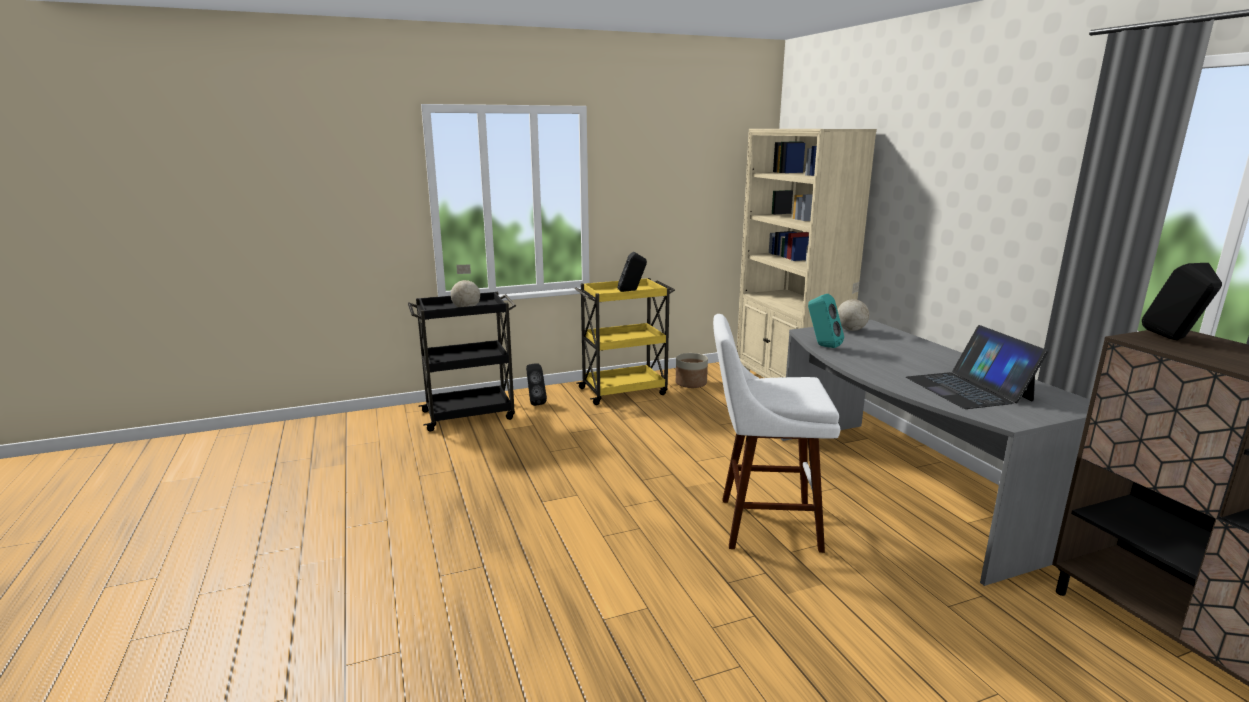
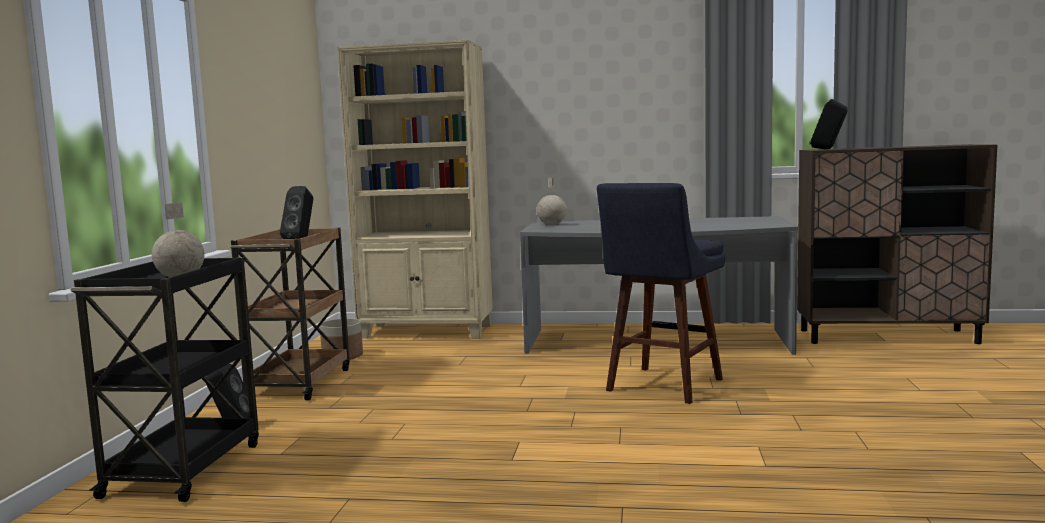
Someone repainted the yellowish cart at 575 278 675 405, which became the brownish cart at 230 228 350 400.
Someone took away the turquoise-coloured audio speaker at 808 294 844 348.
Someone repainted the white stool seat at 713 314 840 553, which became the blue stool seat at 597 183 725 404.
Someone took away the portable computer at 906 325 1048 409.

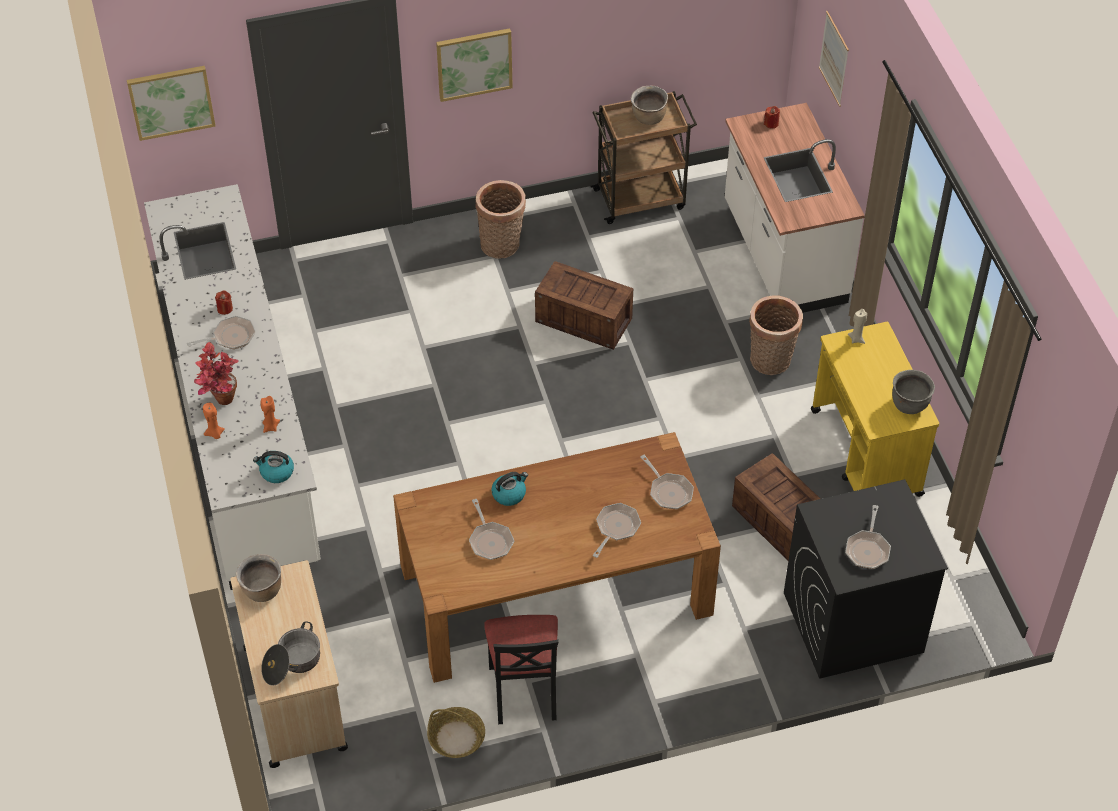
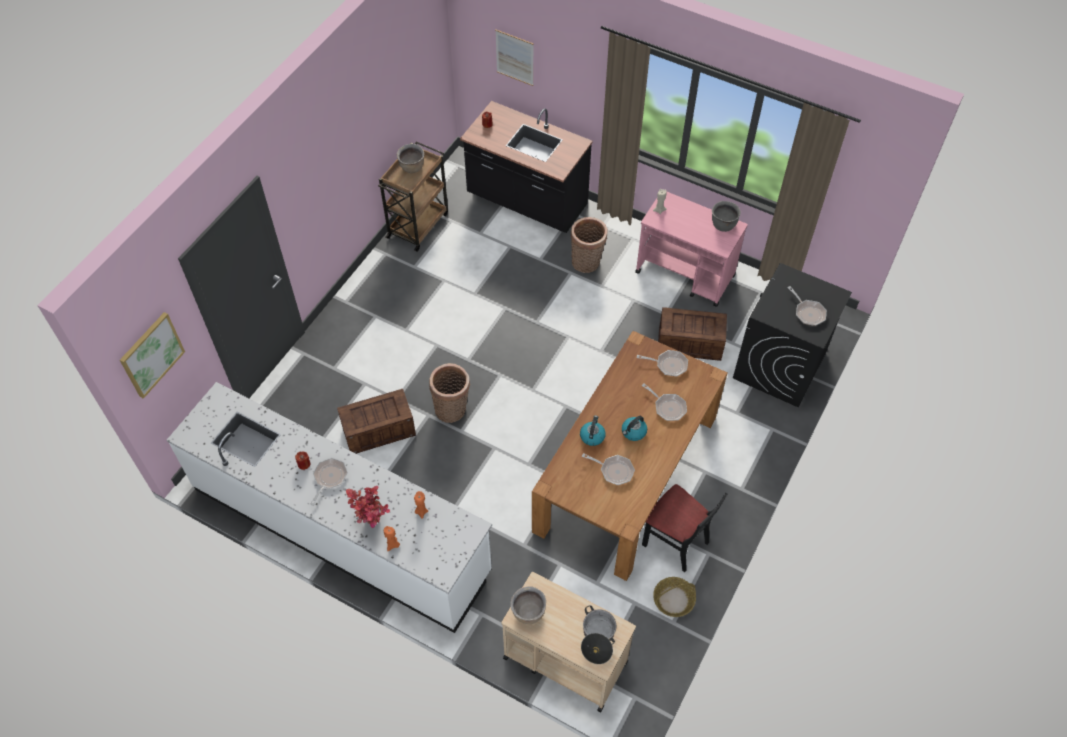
Someone took away the wall art at 436 28 513 102.
Someone repainted the white kitchen base unit at 725 103 865 313, which became the black kitchen base unit at 460 101 593 233.
Someone carried the basket from 475 180 526 259 to 429 363 470 423.
Someone carried the shipping crate from 535 261 633 350 to 337 389 416 454.
Someone repainted the yellowish cart at 811 322 939 497, which became the pink cart at 635 192 748 307.
Someone carried the water kettle from 253 451 294 483 to 622 416 647 441.
Someone rotated the skillet at 592 503 641 558 by 150 degrees clockwise.

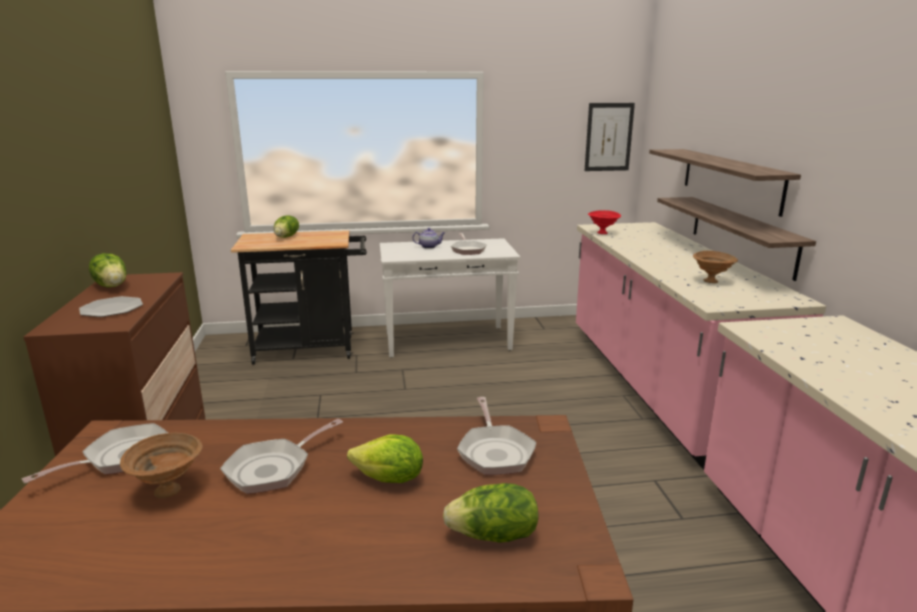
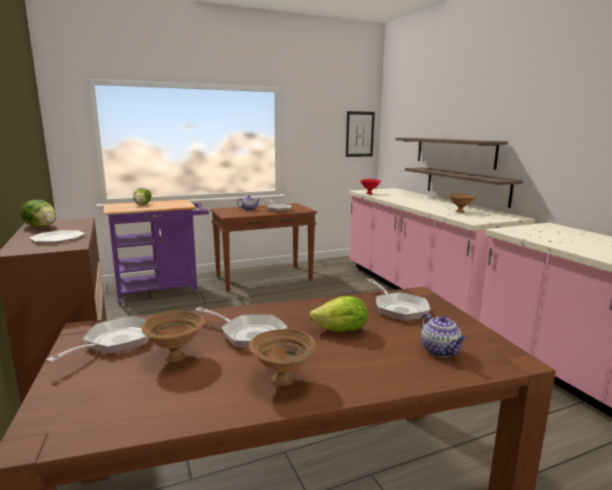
Someone repainted the black cart at 231 230 367 365, which became the purplish cart at 103 200 209 305.
Someone repainted the white narrow table at 380 238 520 358, which became the brownish narrow table at 210 203 317 291.
Someone rotated the skillet at 220 419 343 494 by 90 degrees counterclockwise.
Someone swapped the head of lettuce at 443 483 538 543 for the teapot at 421 313 466 357.
Someone put down the brownish serving bowl at 249 329 316 386.

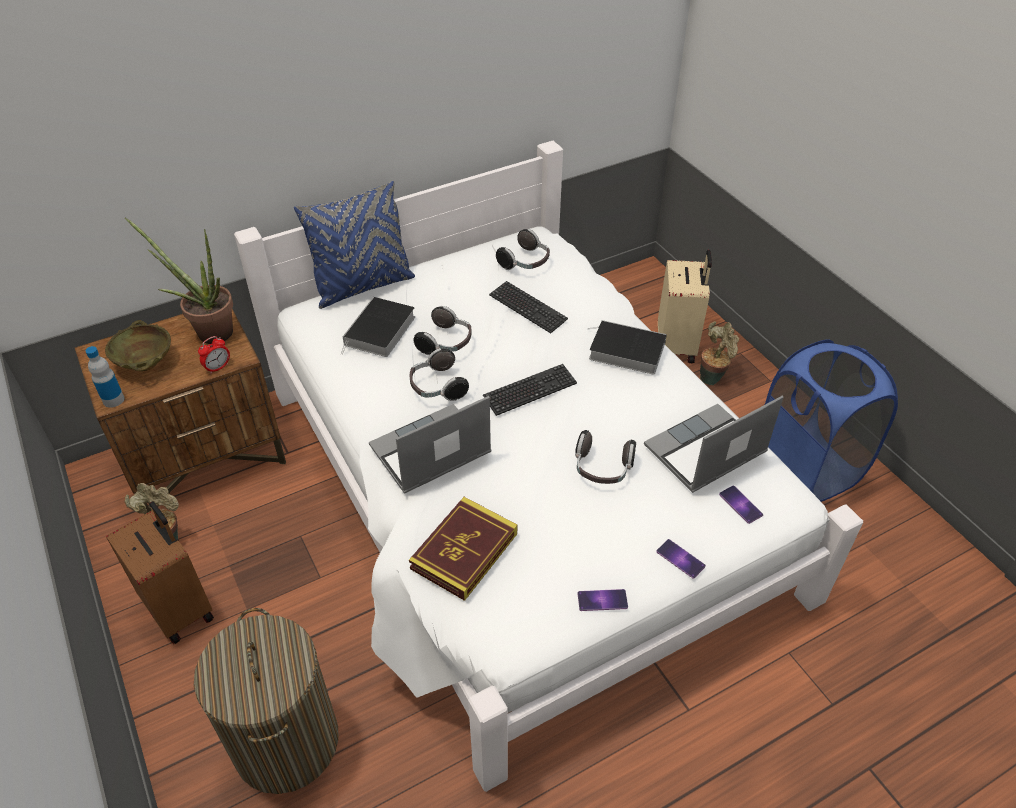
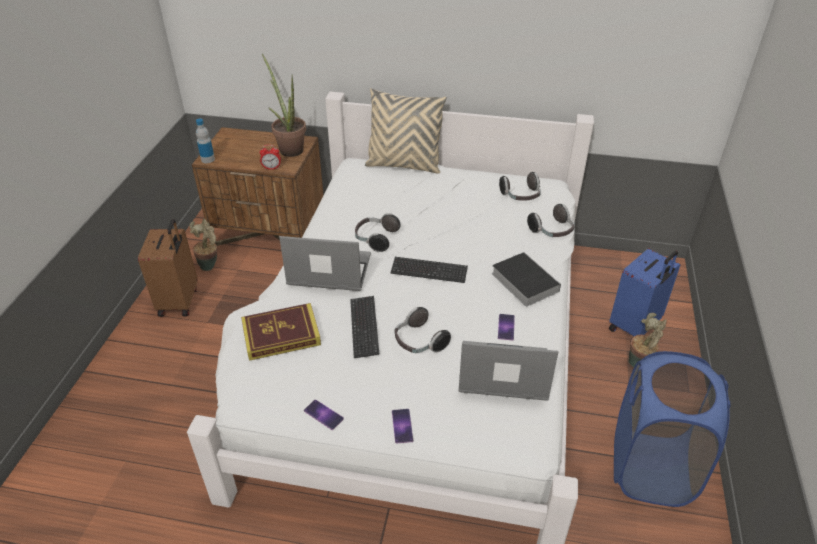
Someone repainted the blue pillow at 294 181 415 309, which became the sand-coloured pillow at 365 88 447 174.
Someone repainted the sand-coloured piece of luggage at 658 250 712 363, which became the blue piece of luggage at 609 248 680 342.
Someone carried the PC keyboard from 489 281 568 333 to 350 296 379 358.
Someone took away the volume at 341 297 415 357.
Someone carried the headset from 414 306 471 355 to 527 204 575 237.
Someone took away the sand-coloured serving bowl at 105 320 171 371.
Someone carried the telephone from 719 485 763 524 to 498 314 515 341.
Someone took away the washing basket at 194 608 339 794.

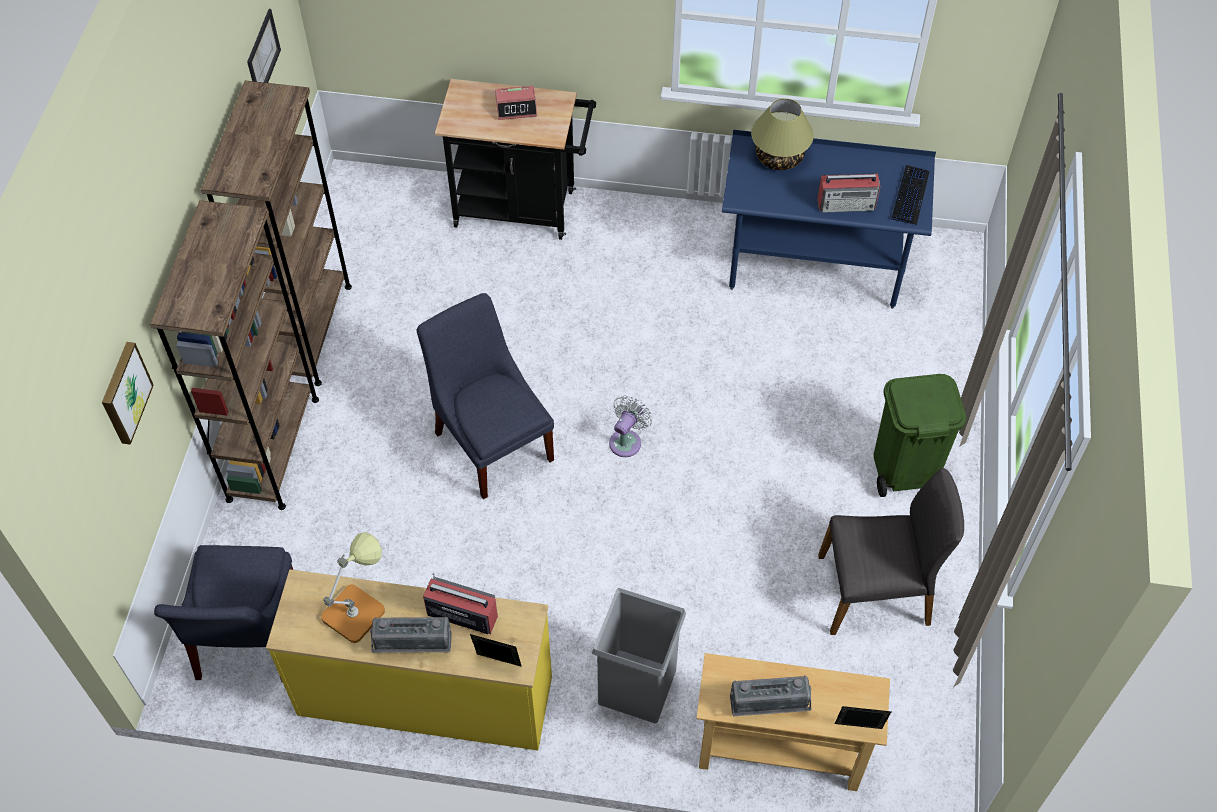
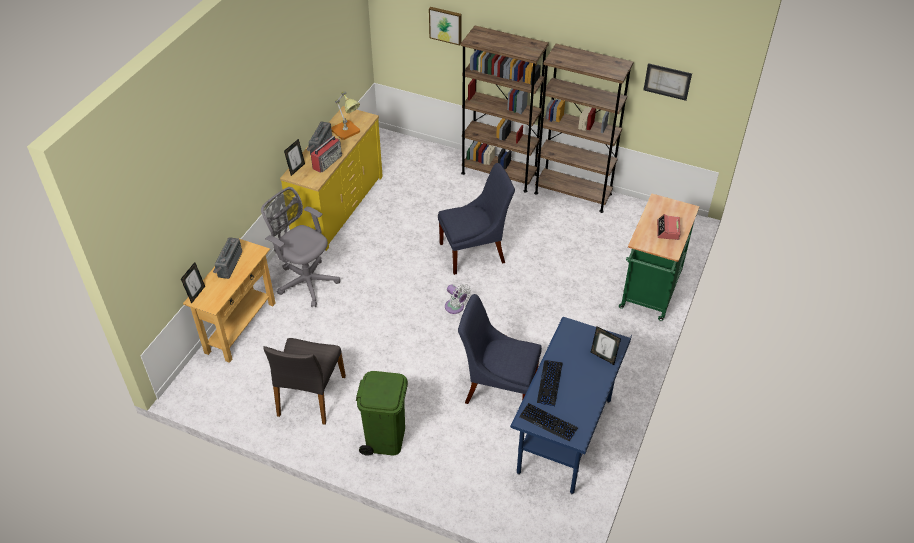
Someone repainted the black cart at 435 79 596 240, which became the green-coloured cart at 619 193 700 321.
Someone swapped the tabletop lamp at 751 98 814 170 for the picture frame at 591 326 621 365.
Someone swapped the radio at 817 173 881 213 for the PC keyboard at 537 360 563 407.
Someone carried the blue chair from 154 545 293 682 to 458 294 542 404.
Someone swapped the gray trash can at 592 588 686 724 for the gray computer chair at 261 187 340 307.

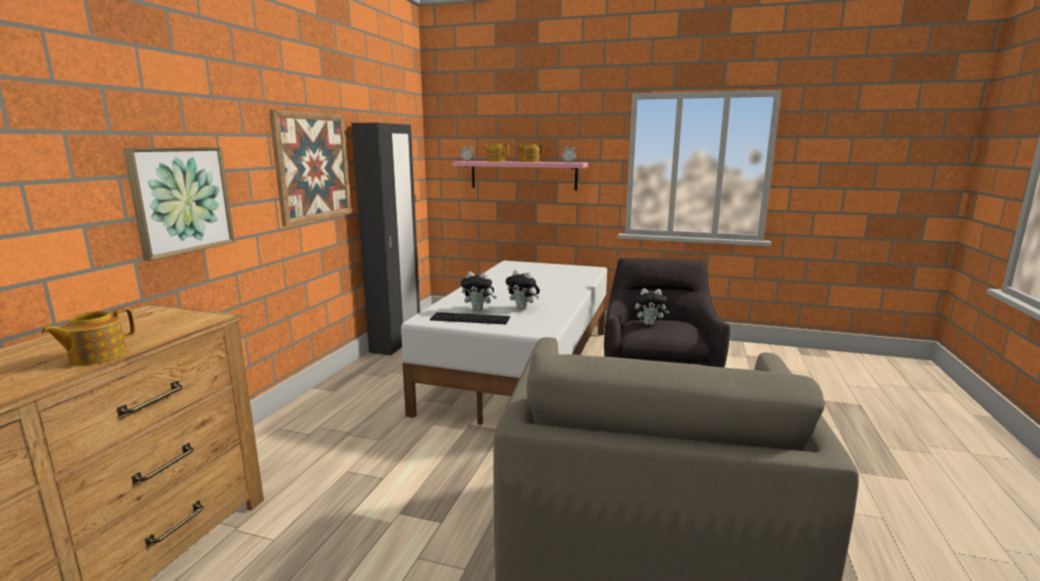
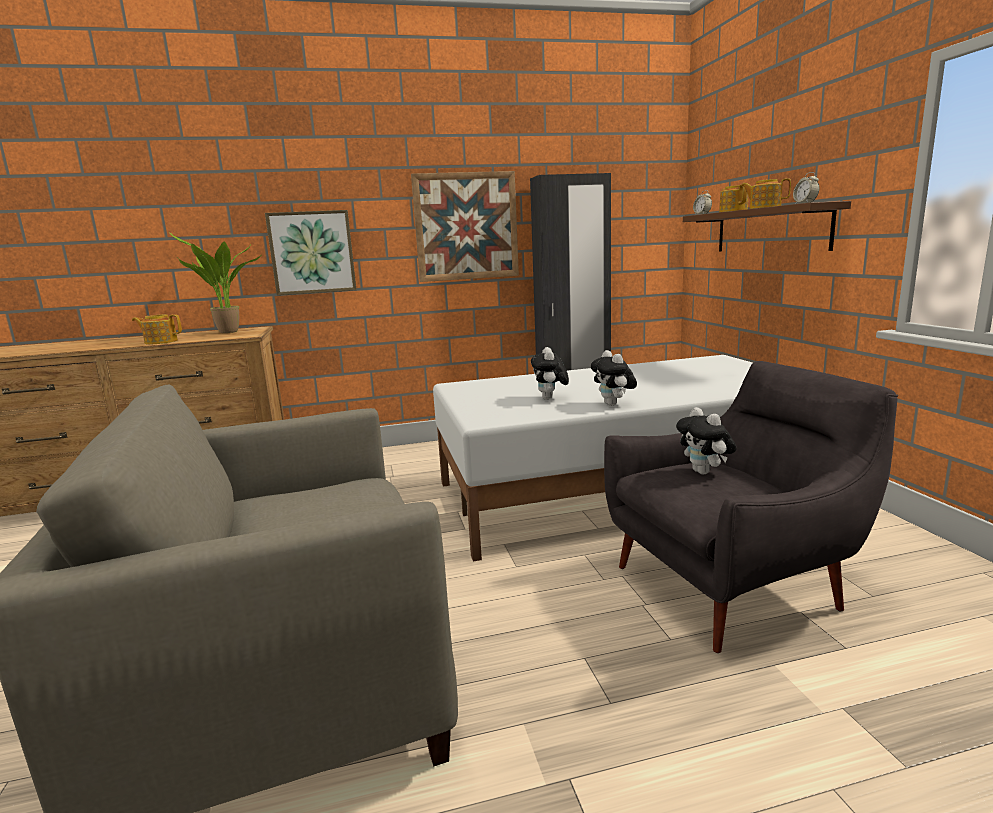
Someone repainted the pink bracket shelf at 453 161 588 191, which became the brownish bracket shelf at 683 201 851 252.
Someone carried the plush toy from 461 272 497 311 to 590 350 637 406.
Someone took away the PC keyboard at 430 312 510 324.
Someone put down the houseplant at 168 231 261 333.

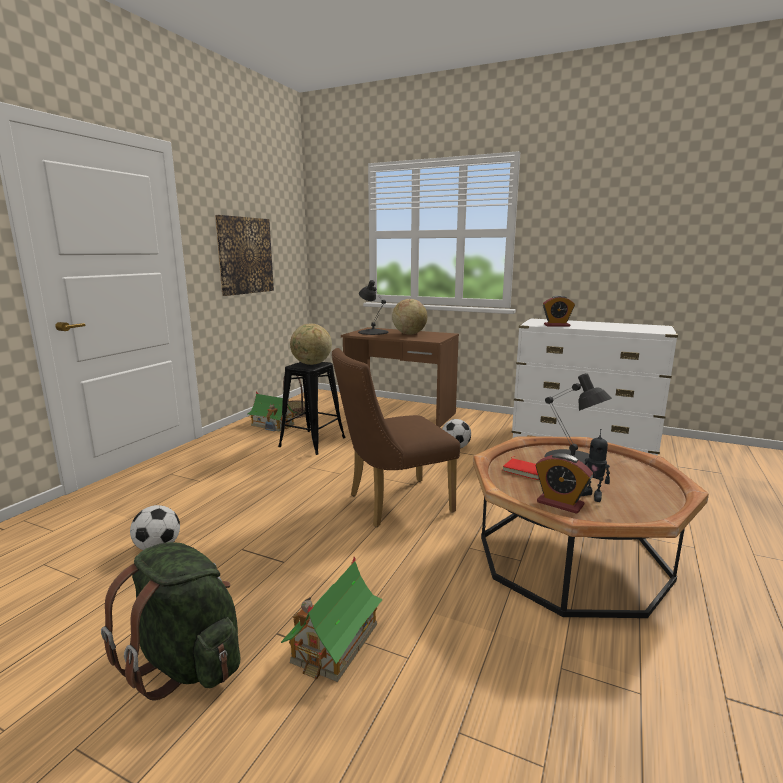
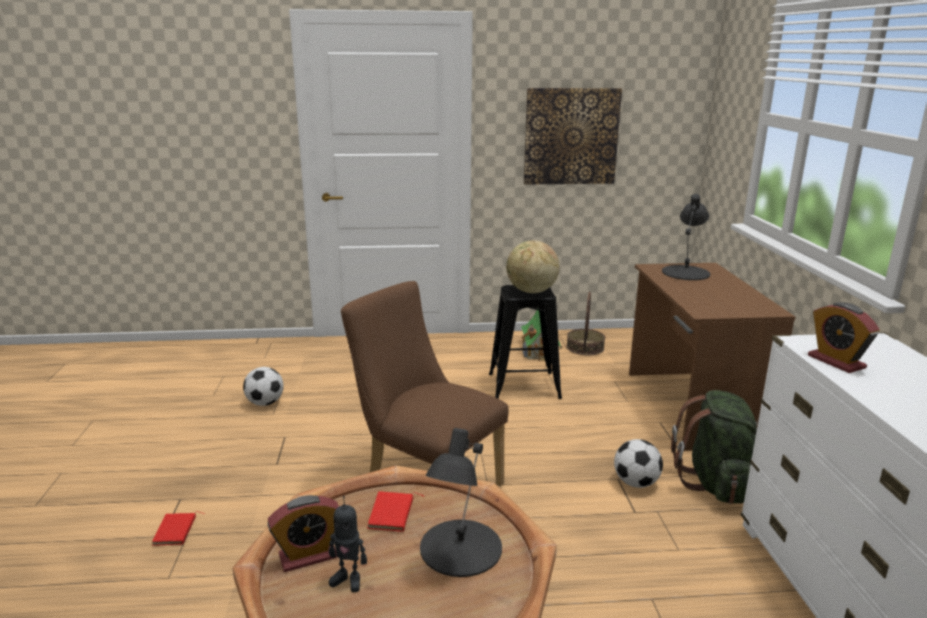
Someone took away the world globe at 392 299 427 335.
Someone rotated the toy robot at 581 429 610 502 by 90 degrees counterclockwise.
Someone rotated the alarm clock at 536 453 593 514 by 120 degrees counterclockwise.
Someone carried the green-coloured rucksack from 101 542 240 701 to 671 390 757 504.
Someone swapped the model house at 281 557 383 682 for the red-coloured volume at 152 511 205 546.

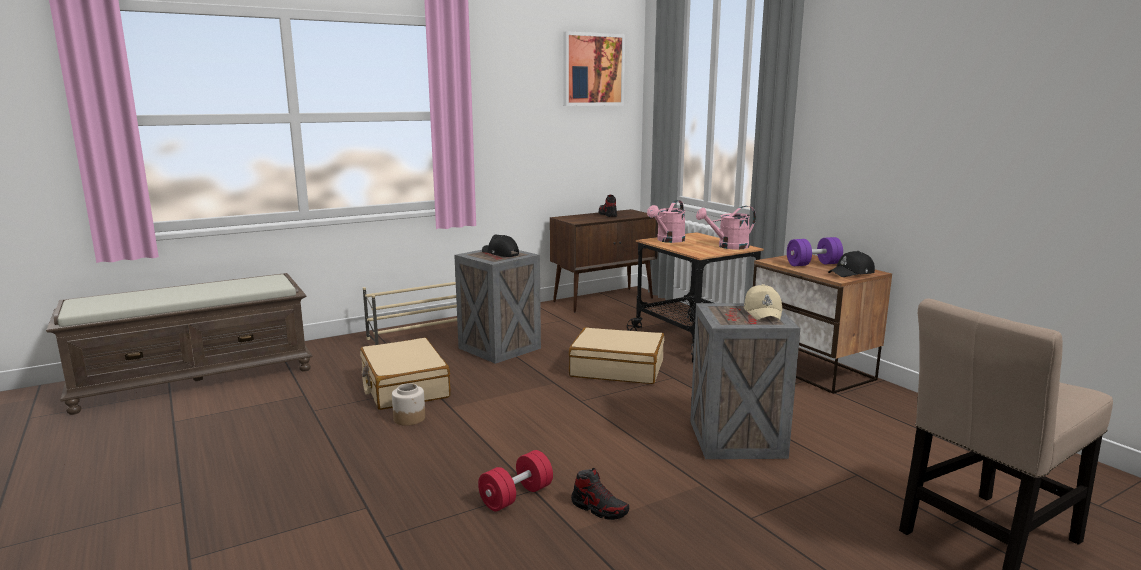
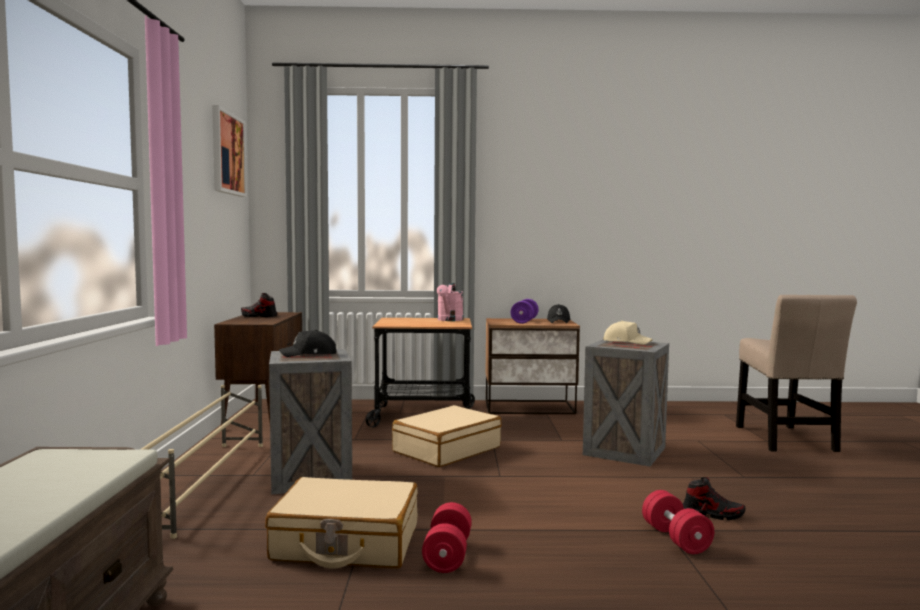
Someone took away the pink sprinkling can at 647 200 686 243.
Someone swapped the storage jar at 392 383 425 426 for the red-coloured hand weight at 422 502 472 573.
Someone rotated the item of footwear at 571 468 629 520 by 45 degrees clockwise.

